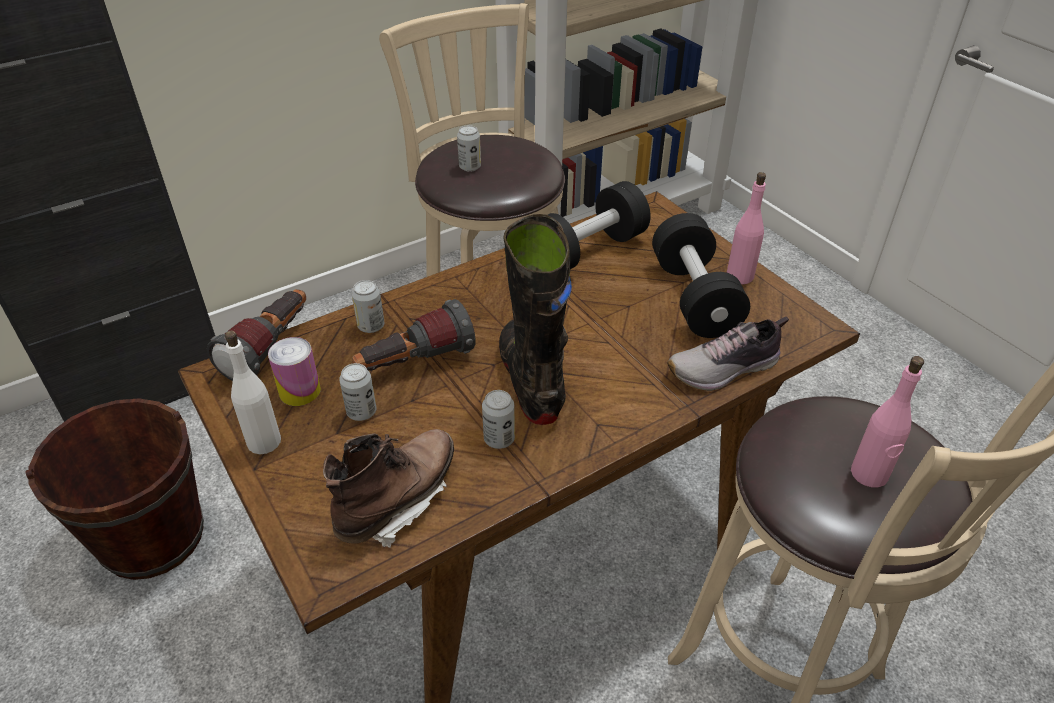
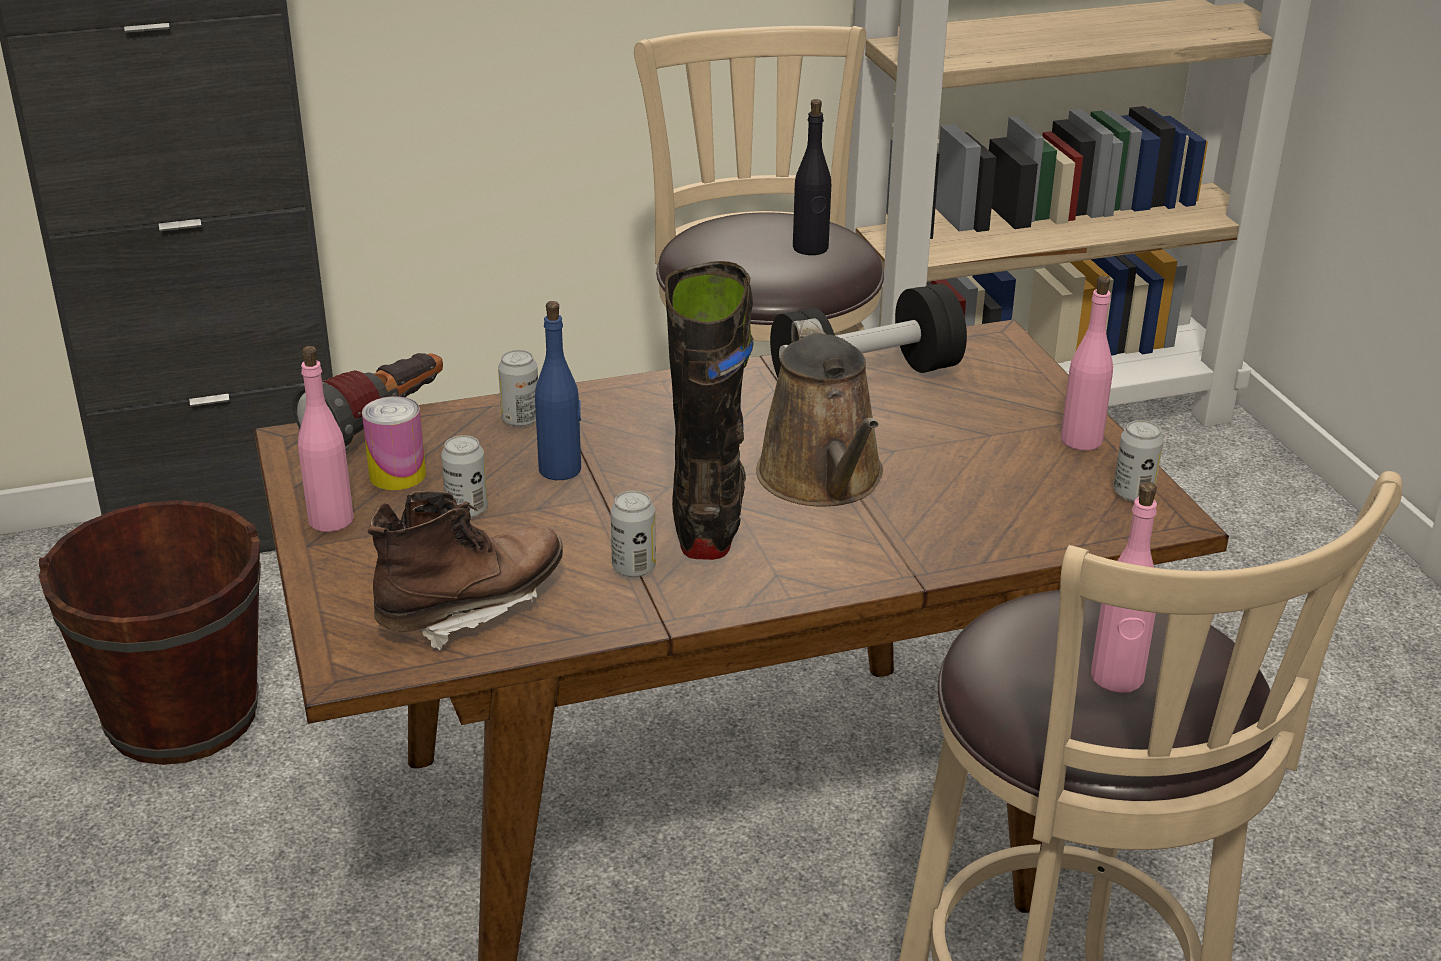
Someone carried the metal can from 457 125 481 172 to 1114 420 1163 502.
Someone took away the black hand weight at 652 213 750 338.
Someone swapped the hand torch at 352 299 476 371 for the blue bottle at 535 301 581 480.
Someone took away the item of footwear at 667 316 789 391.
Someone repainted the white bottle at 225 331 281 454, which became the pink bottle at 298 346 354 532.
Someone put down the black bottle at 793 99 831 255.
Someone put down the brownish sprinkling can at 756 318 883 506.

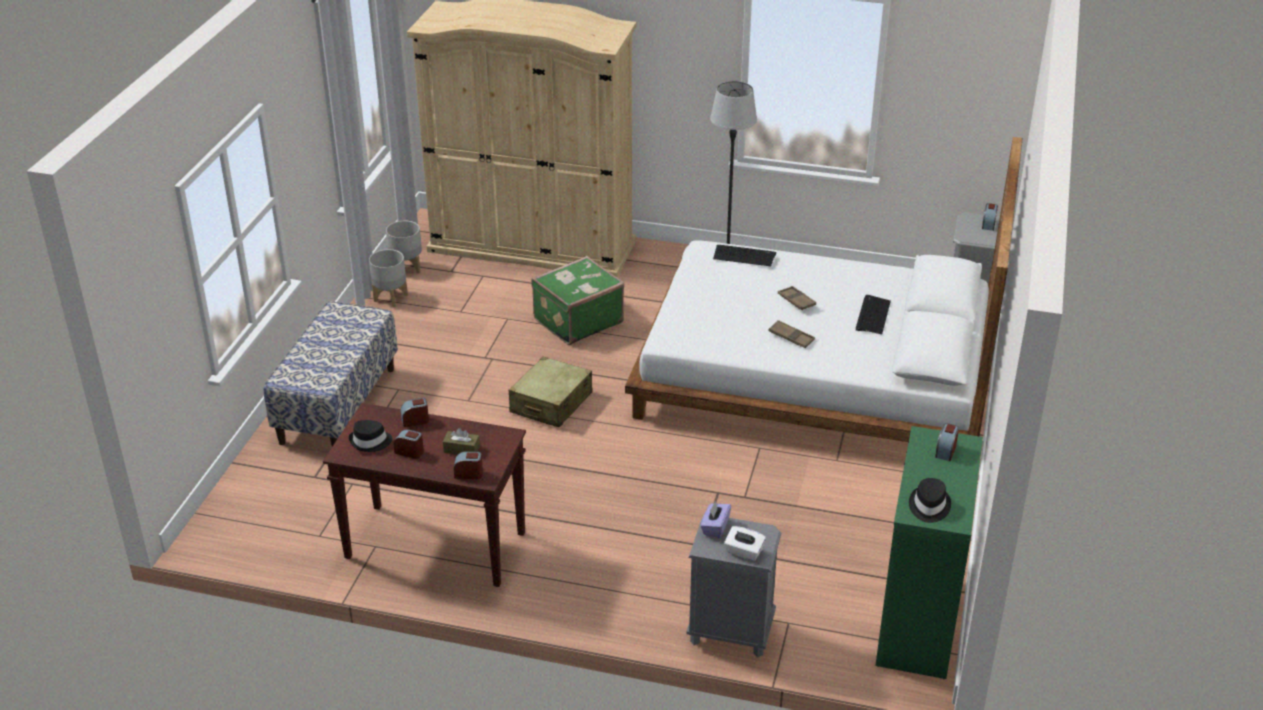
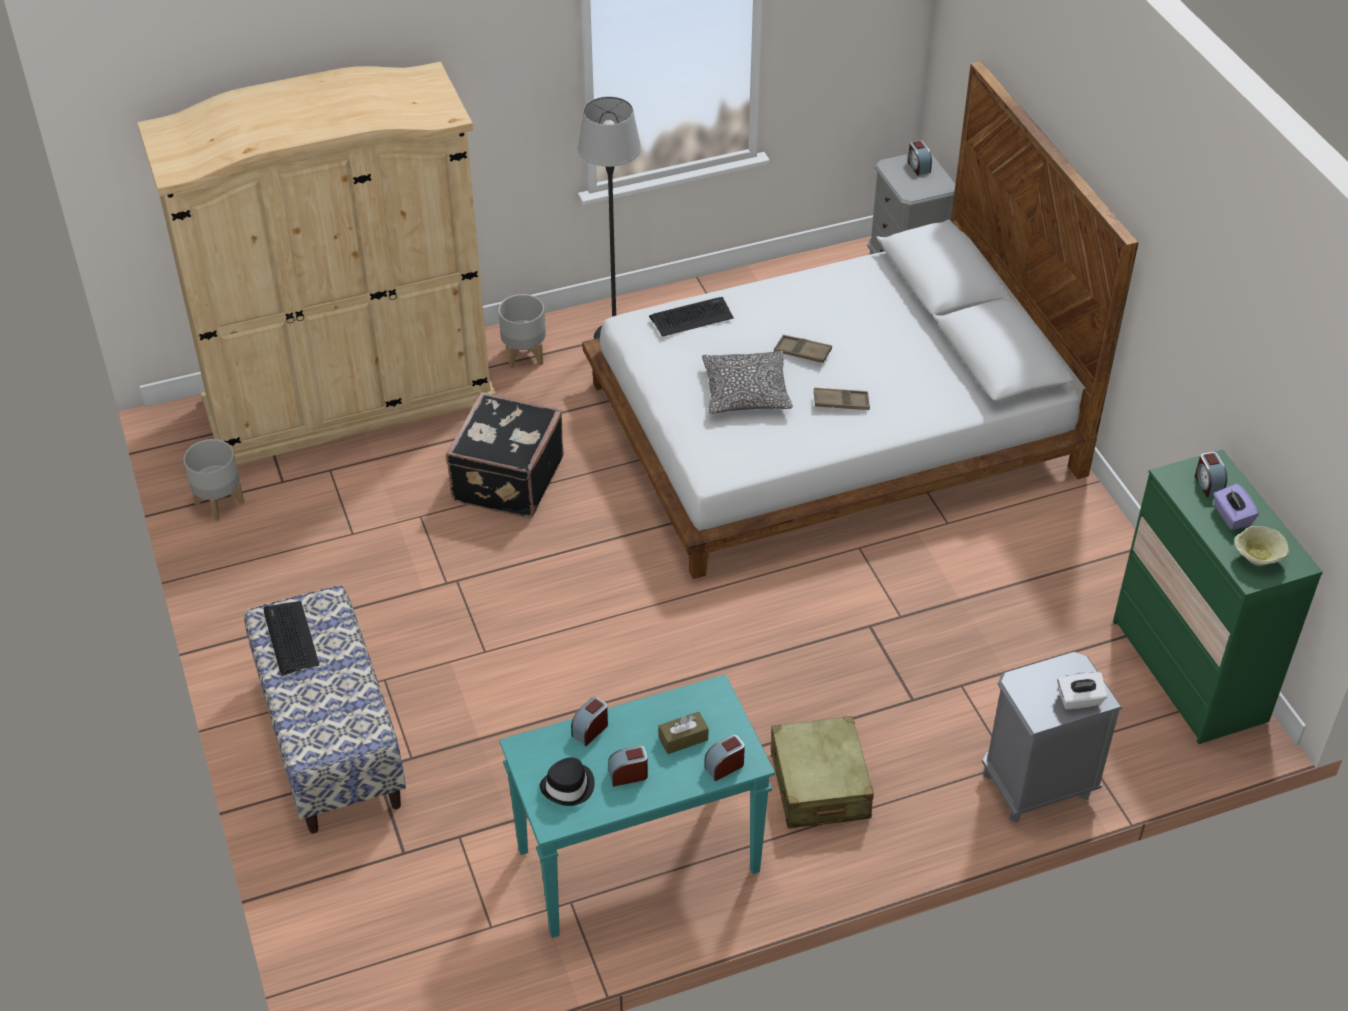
Someone carried the gray plant pot from 369 249 408 307 to 498 294 546 369.
Someone repainted the green-coloured piece of luggage at 531 256 624 345, which became the black piece of luggage at 446 392 564 518.
Someone carried the PC keyboard from 856 295 891 335 to 264 601 319 676.
Someone carried the sand-coloured piece of luggage from 509 357 593 428 to 771 716 874 828.
Someone repainted the brownish narrow table at 323 403 526 587, which became the turquoise-coloured narrow table at 499 674 775 938.
Someone swapped the black clothing hat at 909 478 951 523 for the sand-coloured serving bowl at 1234 526 1289 566.
Someone carried the purplish tissue box from 701 501 731 538 to 1213 484 1259 530.
Someone put down the pillow at 702 351 793 414.

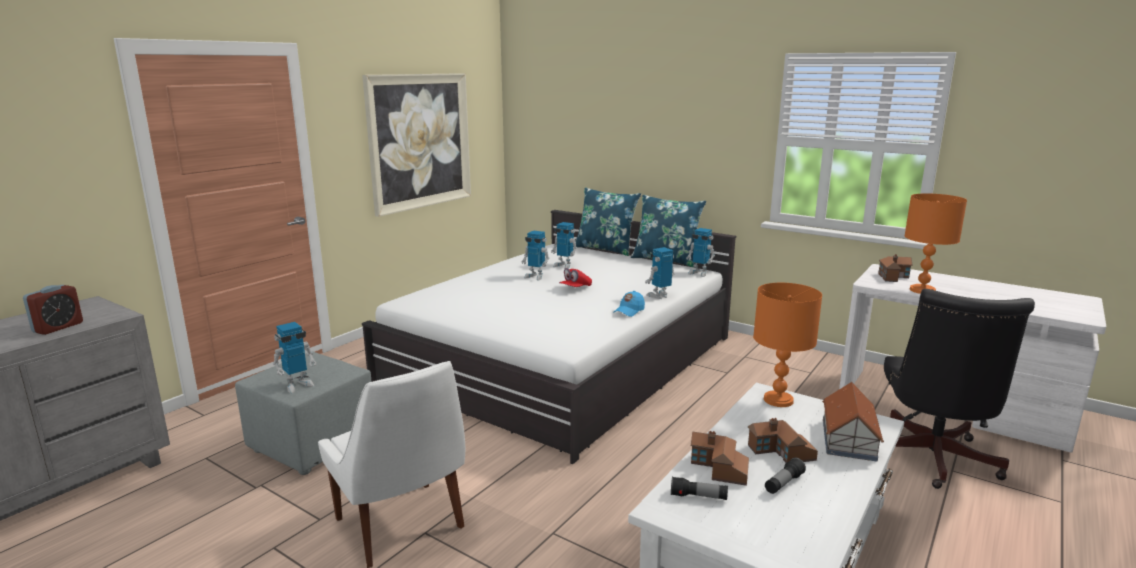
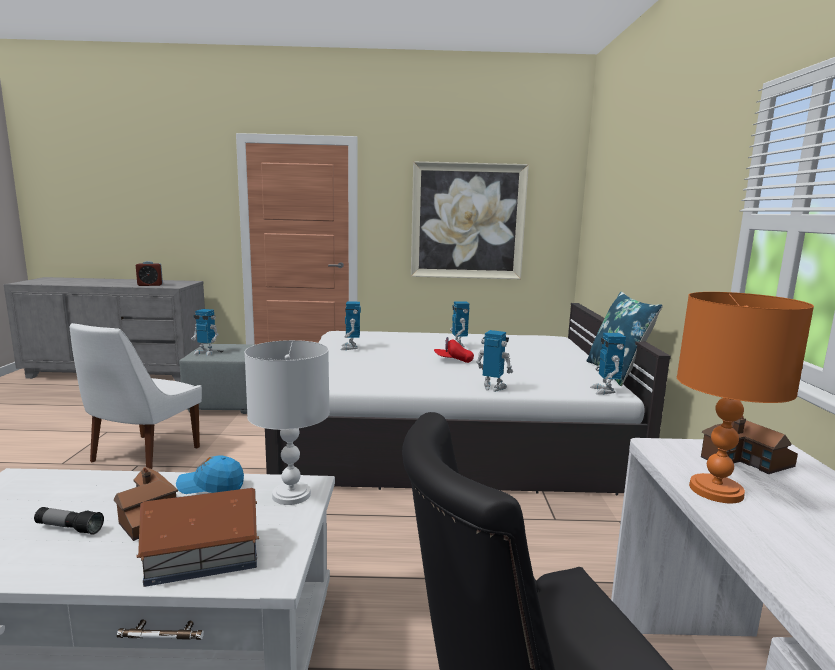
Someone took away the blue pillow at 575 187 641 256.
Someone carried the toy robot from 551 222 577 268 to 340 302 361 350.
Someone repainted the orange tabletop lamp at 753 283 822 407, which became the white tabletop lamp at 244 340 330 505.
Someone carried the blue baseball cap from 613 291 645 317 to 176 456 244 494.
Someone took away the model house at 691 431 749 486.
Someone took away the hand torch at 671 476 728 500.

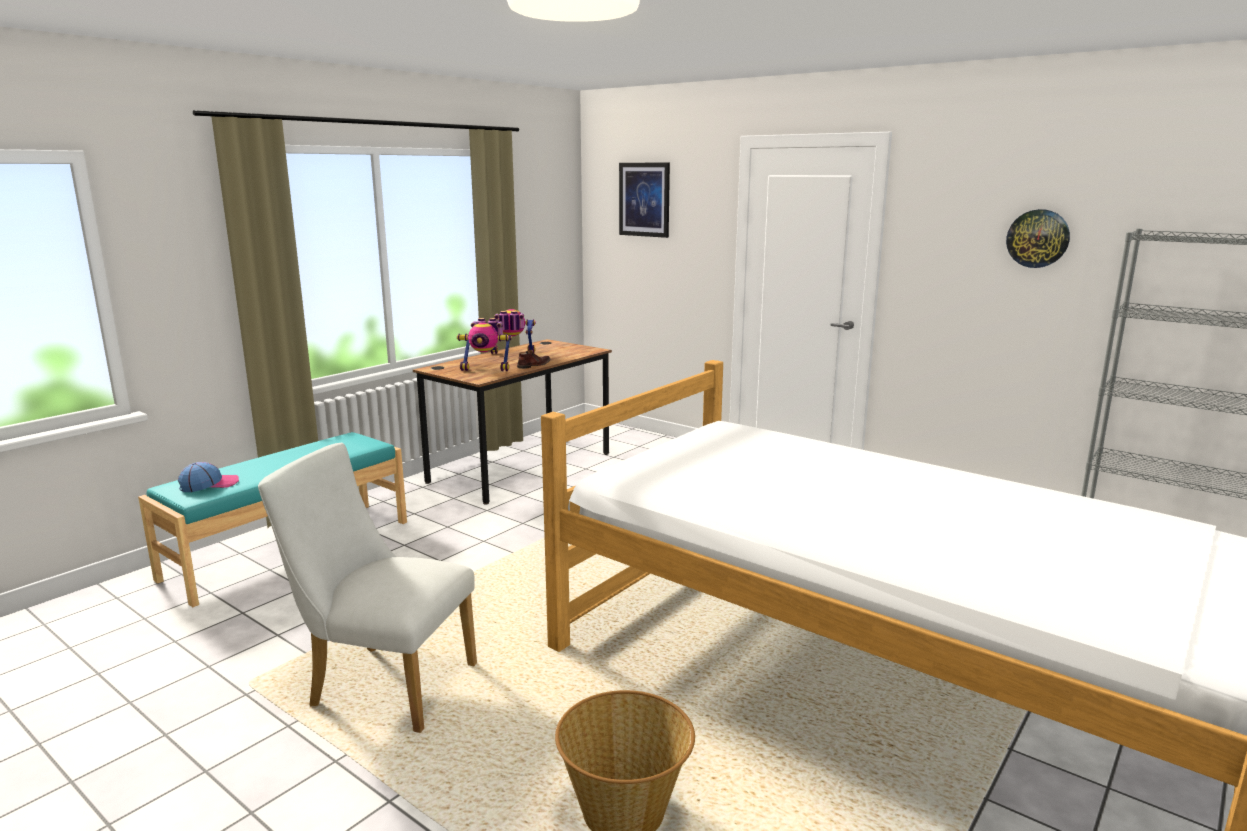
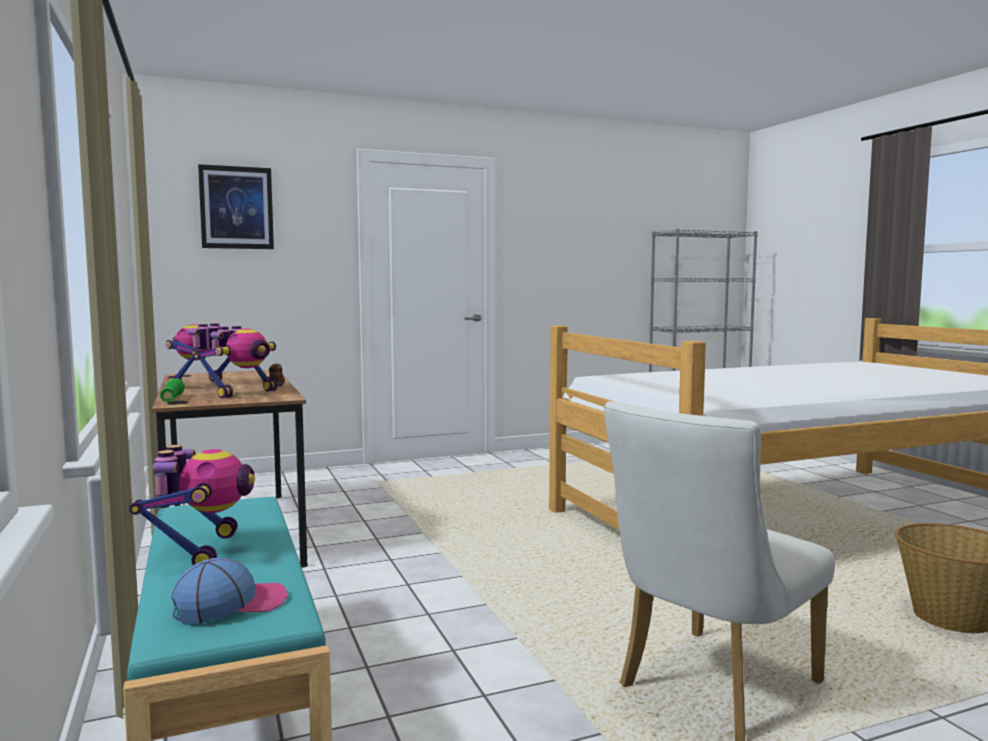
Someone took away the hanging clock at 1006 209 1070 268.
Someone rotated the baseball cap at 178 462 239 492 by 60 degrees clockwise.
Someone put down the green-coloured hand torch at 160 378 185 402.
Someone put down the toy robot at 129 445 255 565.

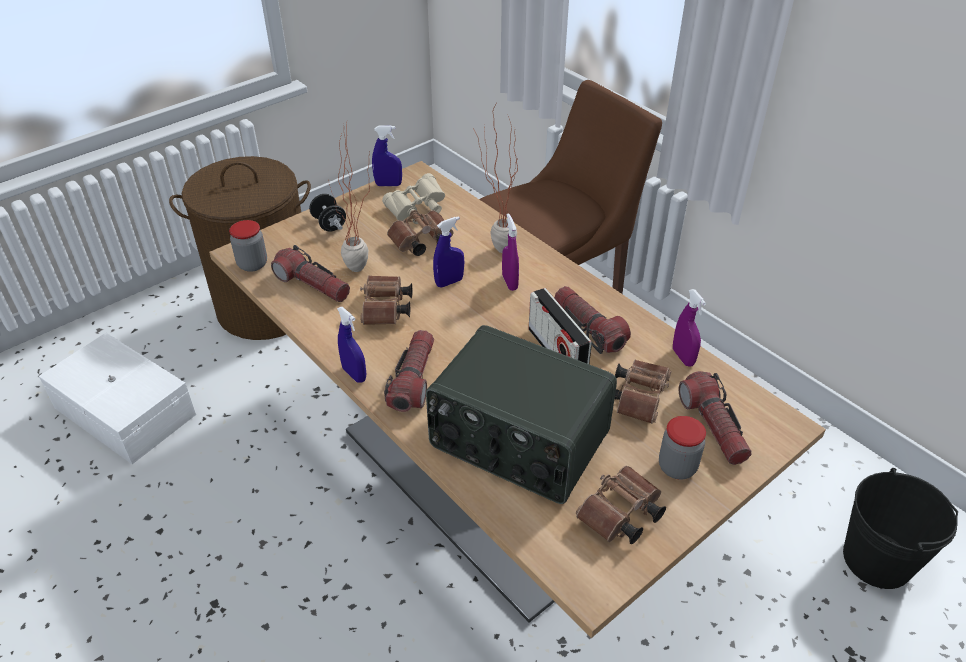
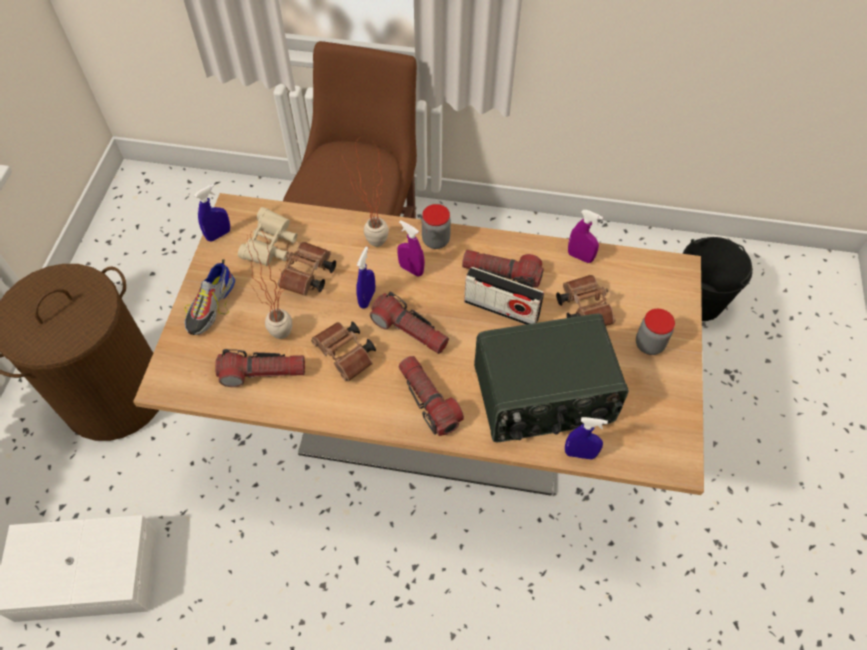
Someone swapped the black hand weight at 309 194 346 232 for the item of footwear at 184 259 235 335.
Someone carried the storage jar from 229 220 267 272 to 422 204 451 249.
Someone carried the blue sprayer from 337 307 366 383 to 565 417 608 459.
Someone carried the hand torch from 679 371 752 465 to 370 291 449 354.
Someone took away the brownish binoculars at 576 466 666 544.

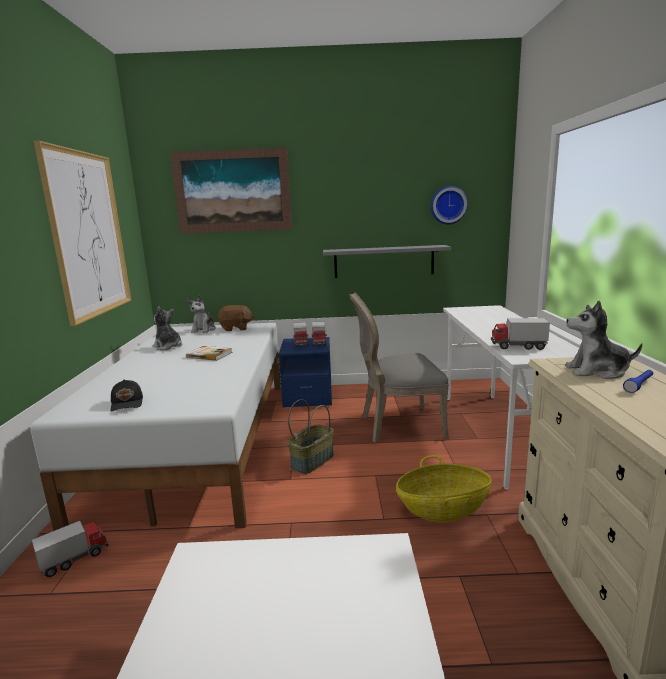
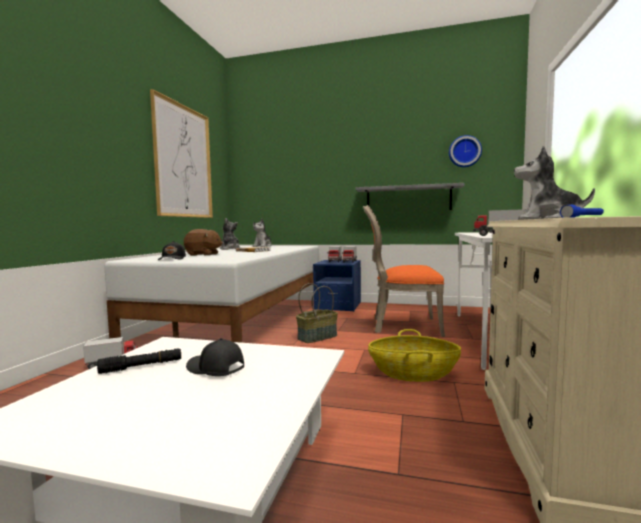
Someone took away the wall art at 170 147 292 234.
Someone repainted the gray chair at 349 293 449 443, which became the orange chair at 363 205 445 337.
Someone carried the brownish plush toy from 218 305 255 332 to 184 229 223 256.
Someone put down the black baseball cap at 186 338 244 376.
Someone put down the black hand torch at 97 348 181 374.

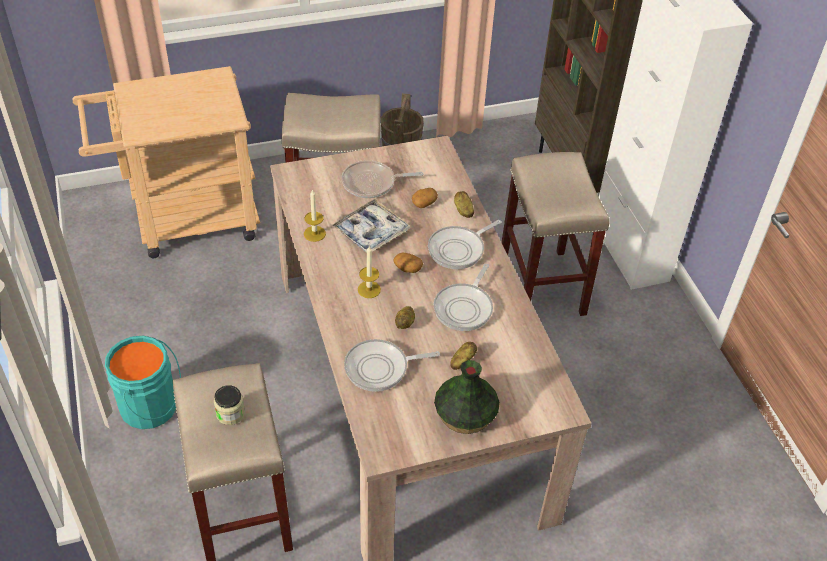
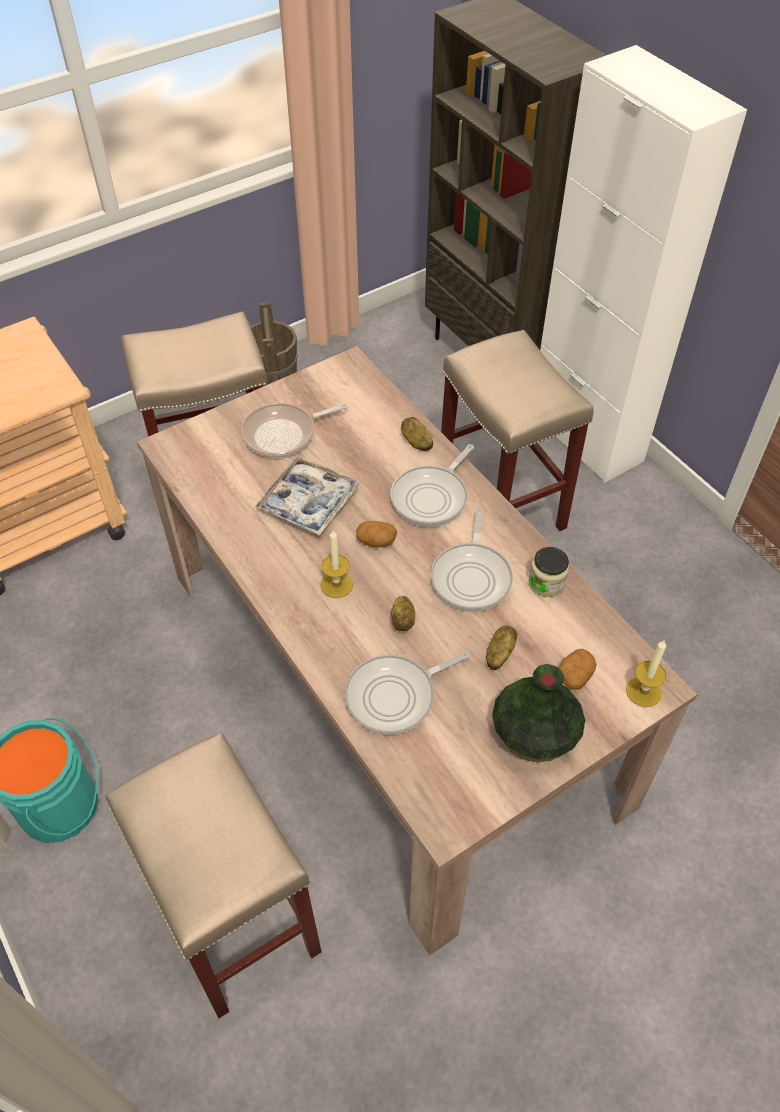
Someone carried the whole potato from 412 188 438 208 to 559 649 597 690.
Someone carried the wax light from 304 189 326 242 to 626 641 666 707.
Someone carried the storage jar from 214 385 245 425 to 529 547 569 597.

